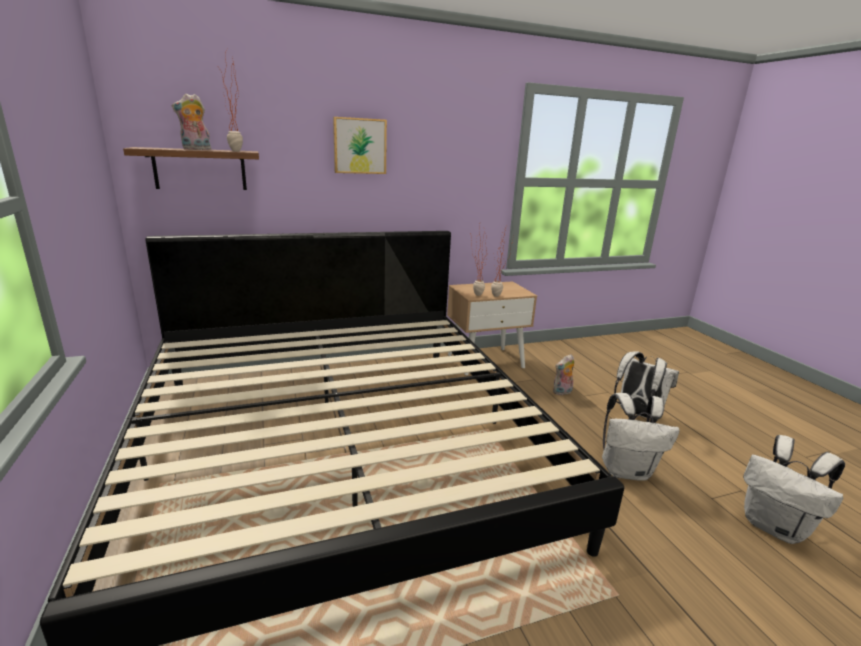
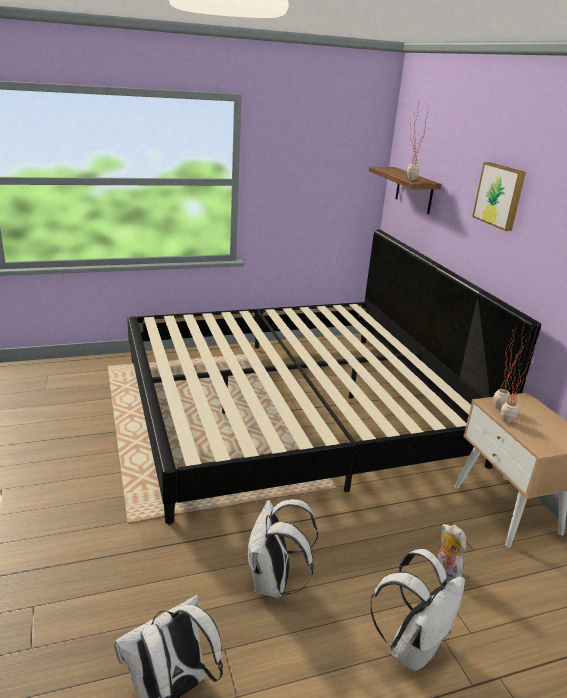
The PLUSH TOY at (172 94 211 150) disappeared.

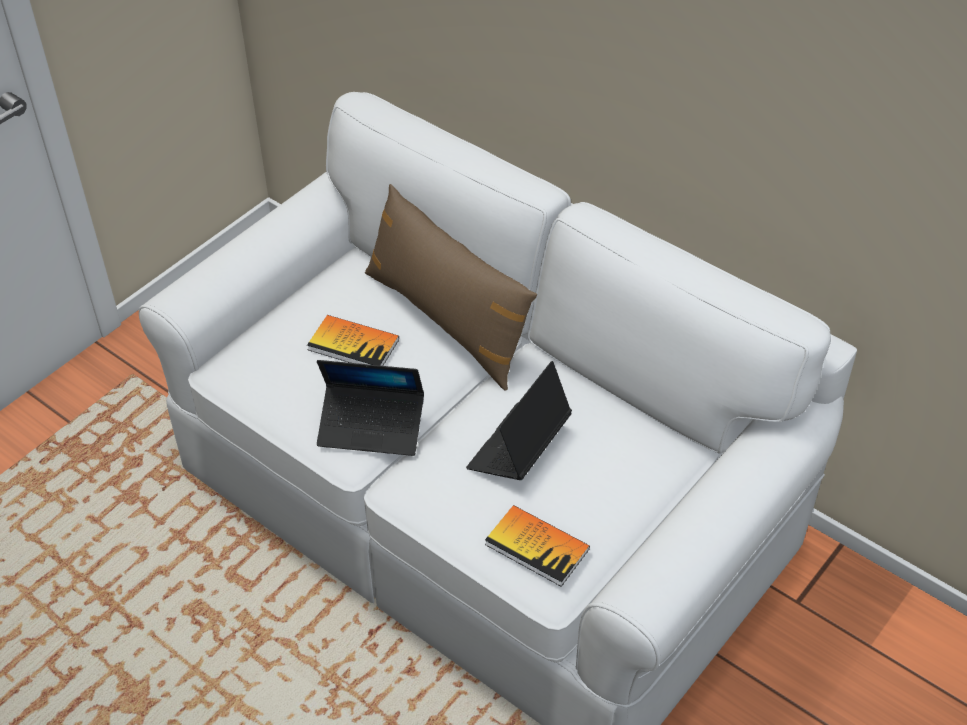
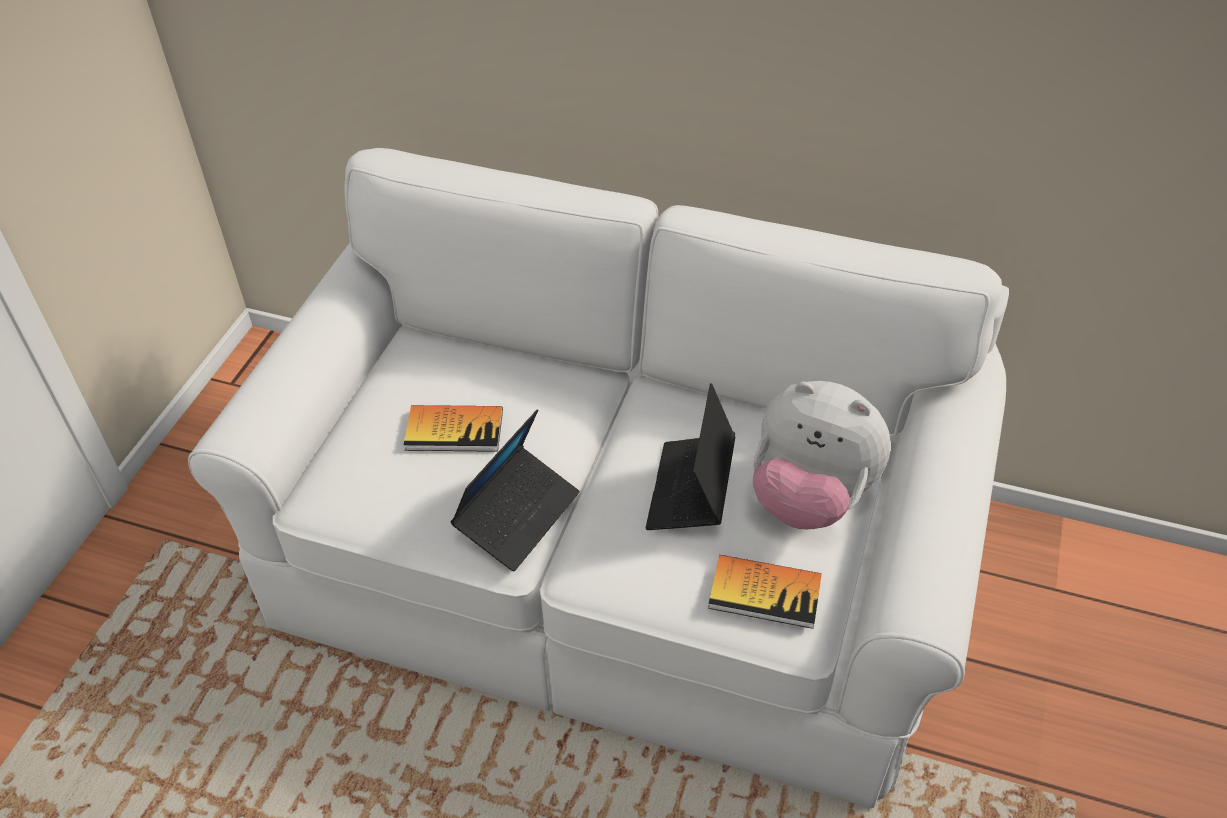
The LAPTOP at (317 360 424 456) turned 45 degrees counterclockwise.
The BROWN PILLOW at (365 184 537 391) disappeared.
The PLUSH TOY at (753 381 891 529) appeared.

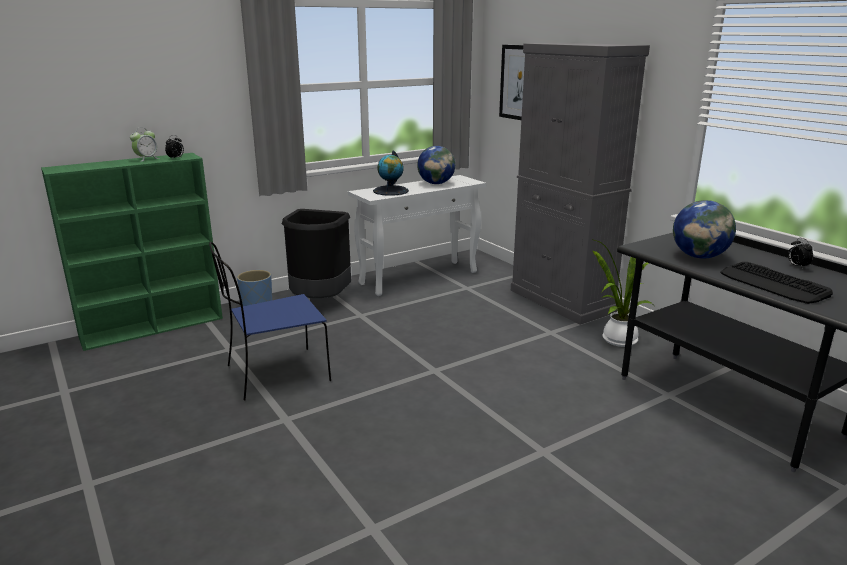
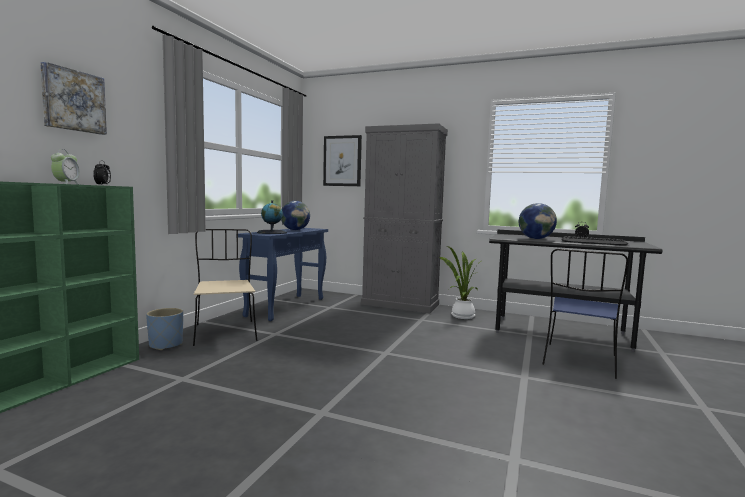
The BLUE CHAIR moved from (209 242 331 400) to (542 249 628 379).
The BLACK TRASH CAN at (282 209 351 298) was replaced by the BEIGE CHAIR at (193 229 257 346).
The WHITE CONSOLE TABLE at (348 175 486 296) became the BLUE CONSOLE TABLE at (236 228 328 321).
The PICTURE at (40 62 107 135) appeared.

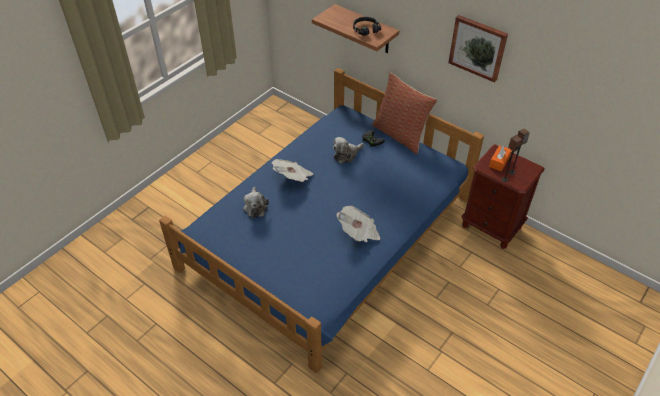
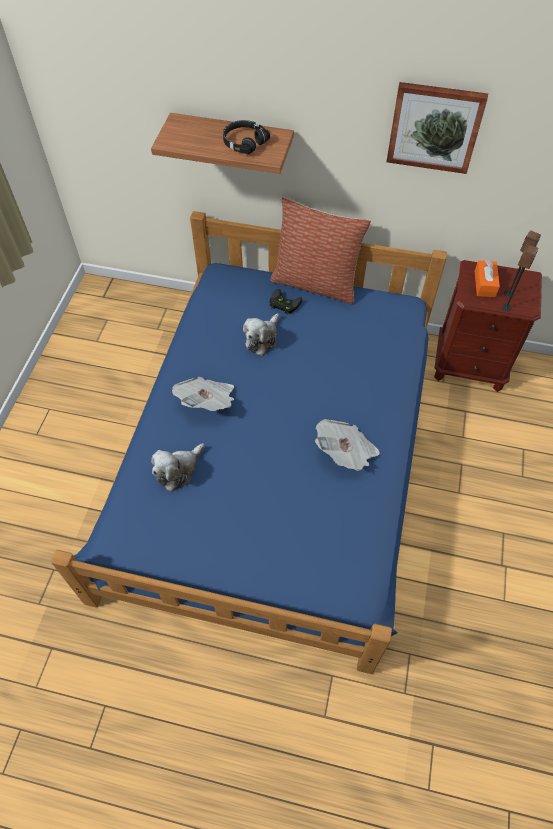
The PLUSH TOY at (243 187 269 218) turned 75 degrees clockwise.

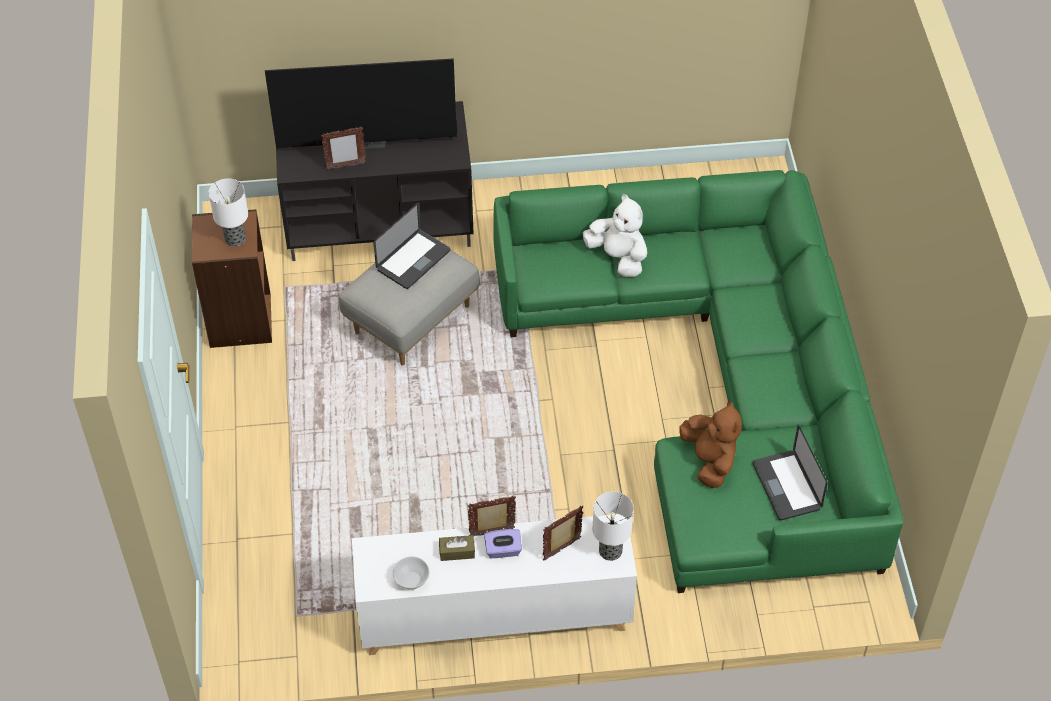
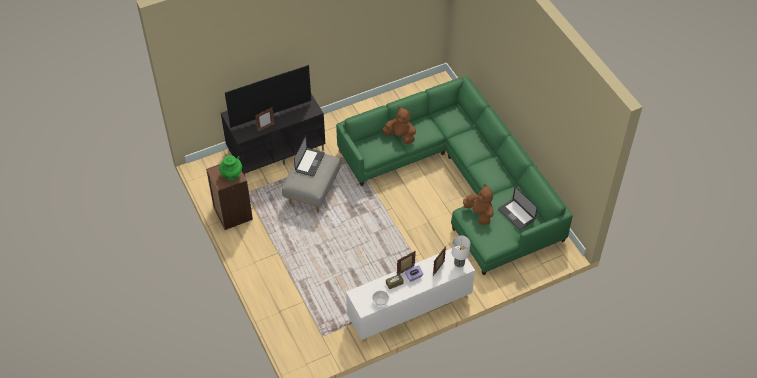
The TABLE LAMP at (209 178 248 247) was replaced by the GREEN VASE at (219 155 242 181).
The WHITE PLUSH TOY at (583 194 647 277) became the BROWN PLUSH TOY at (382 107 416 144).

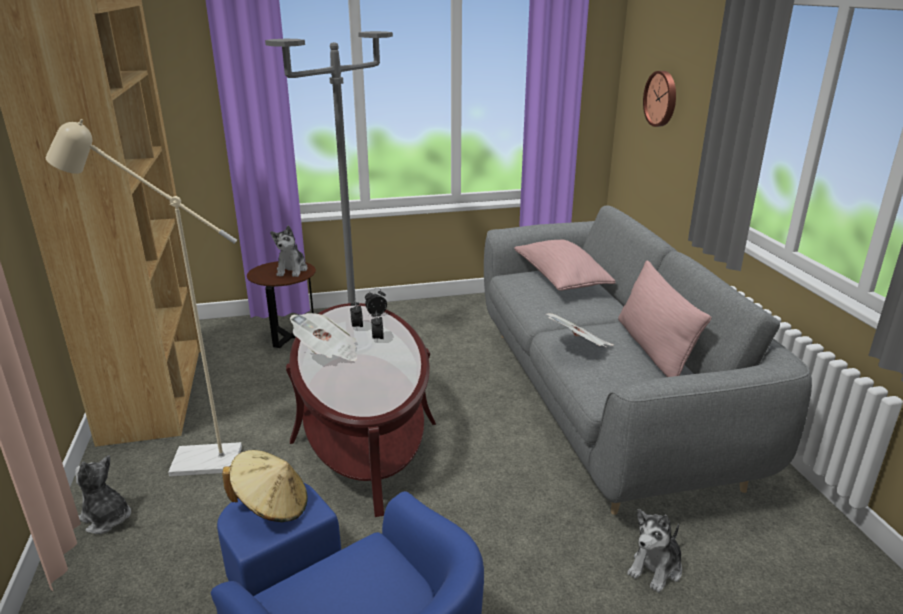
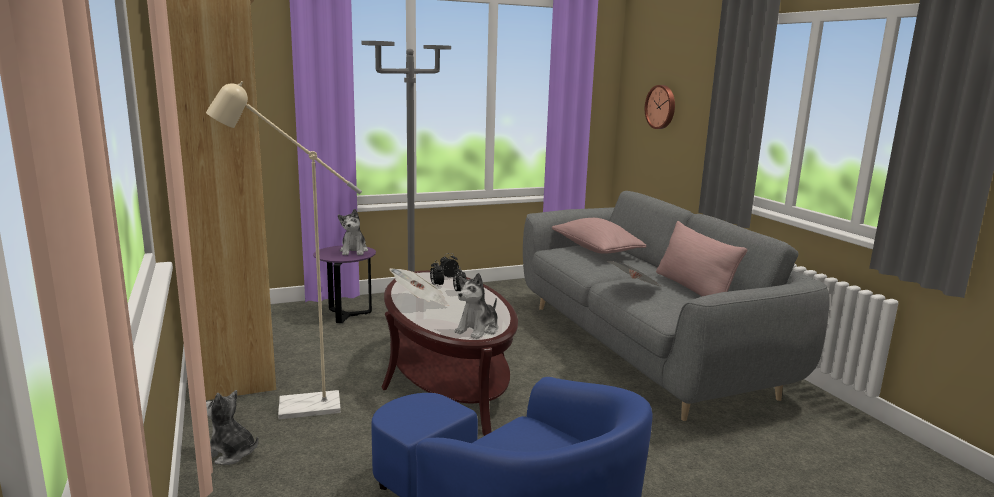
The BEIGE HAT at (222 450 308 522) disappeared.
The BROWN SIDE TABLE at (247 261 316 348) became the PURPLE SIDE TABLE at (313 245 376 323).
The PLUSH TOY moved from (627 509 682 593) to (454 273 498 339).

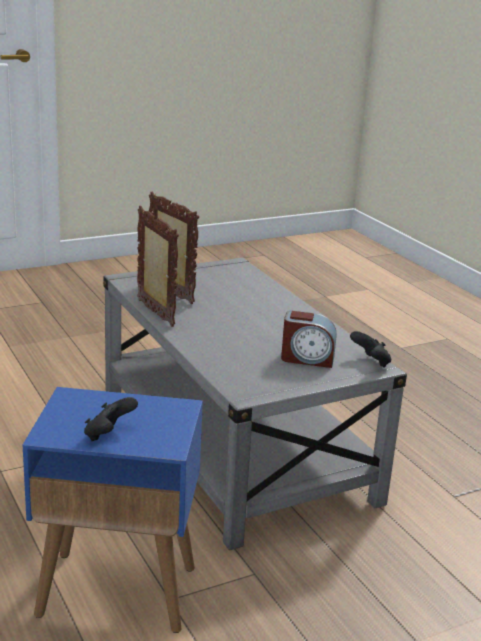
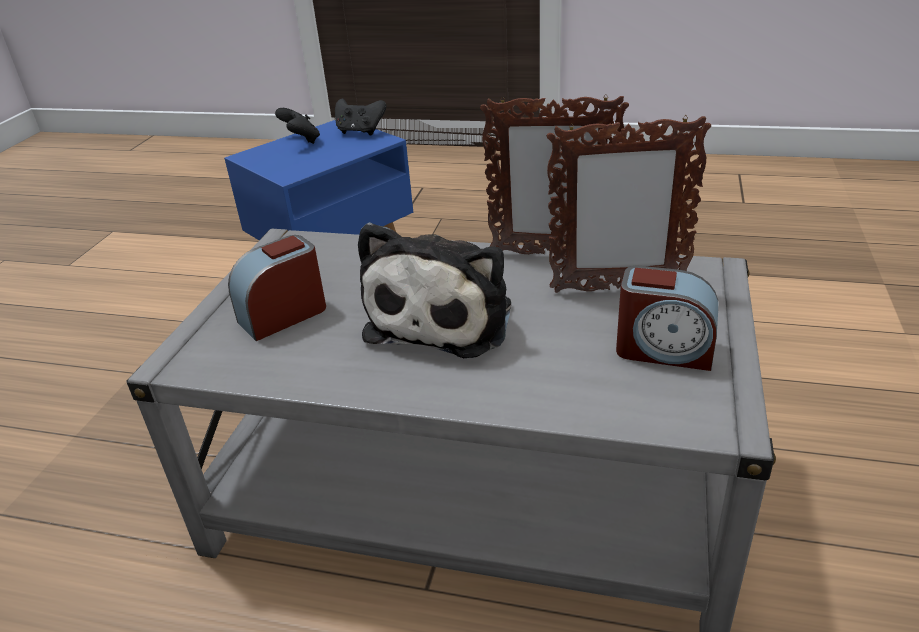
The BLACK GAME CONTROLLER moved from (350 331 392 368) to (335 98 386 136).
The PLUSH TOY at (358 222 511 358) appeared.
The ALARM CLOCK at (616 266 718 371) appeared.

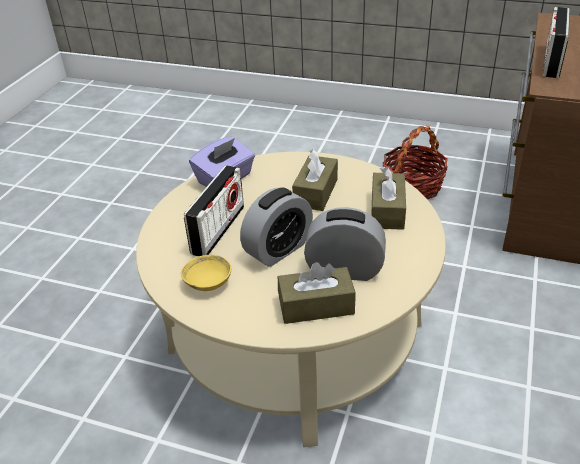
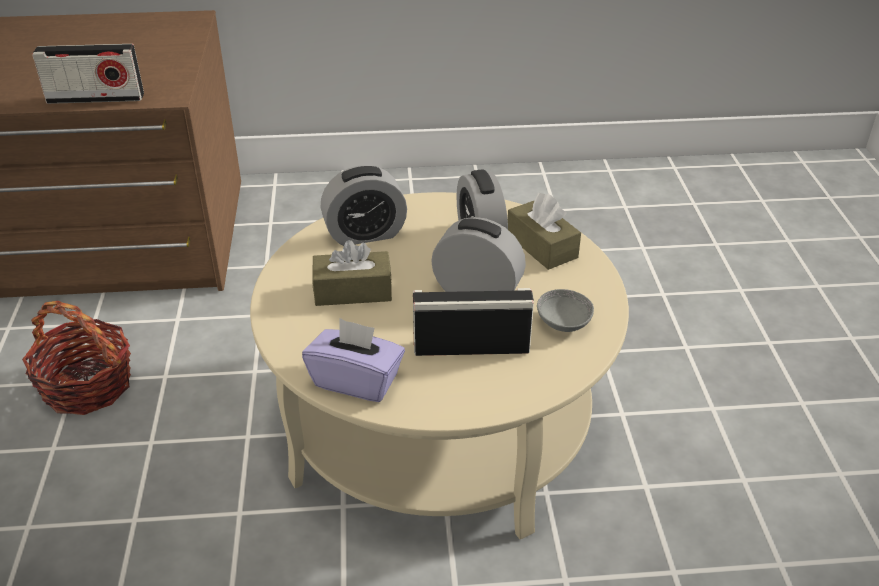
The YELLOW BOWL at (181 255 231 291) became the GREY BOWL at (537 289 594 332).
The BROWN TISSUE BOX at (371 167 406 230) was replaced by the ALARM CLOCK at (321 165 407 246).

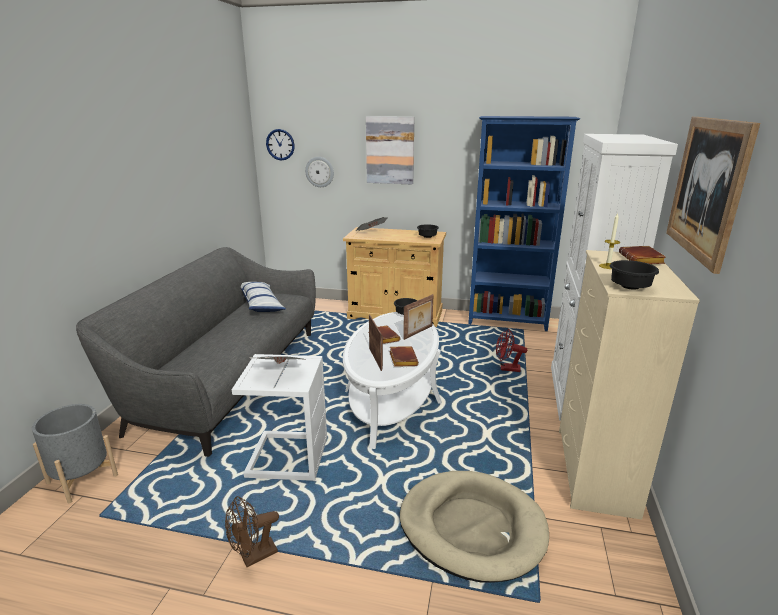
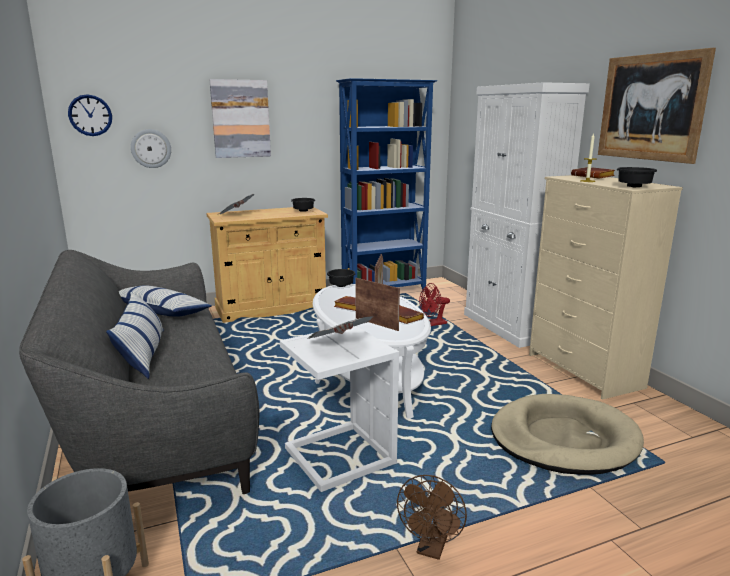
The PILLOW at (106 291 164 379) appeared.

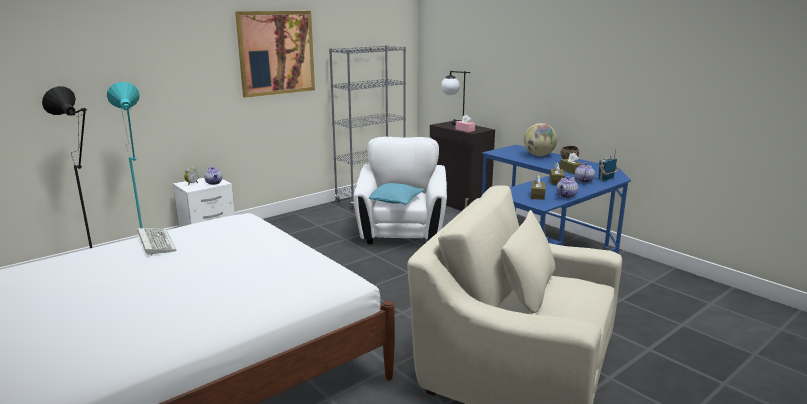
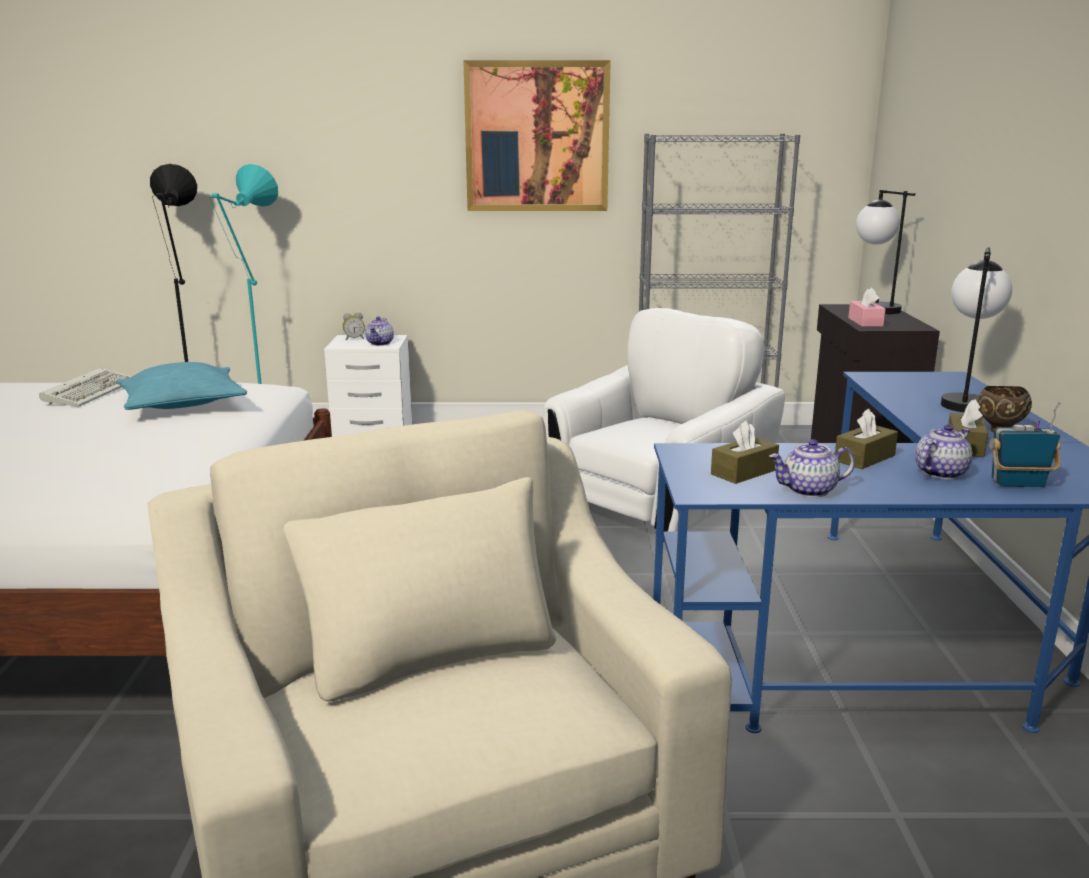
The TURQUOISE PILLOW moved from (369 183 425 204) to (116 362 247 410).
The GLOBE at (524 123 557 156) was replaced by the TABLE LAMP at (941 247 1012 412).

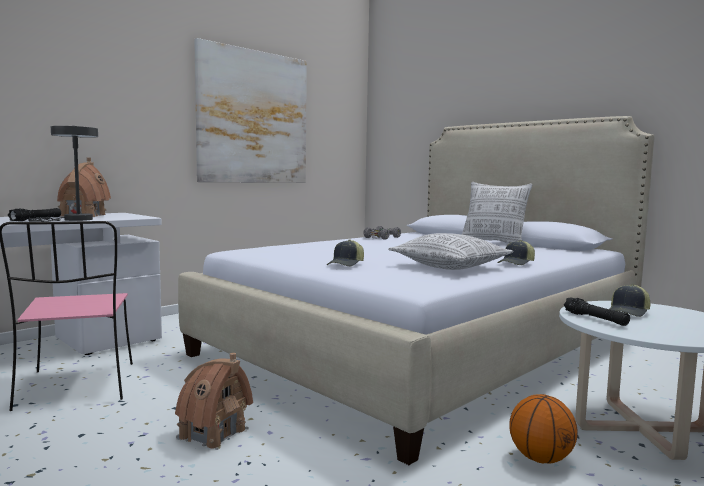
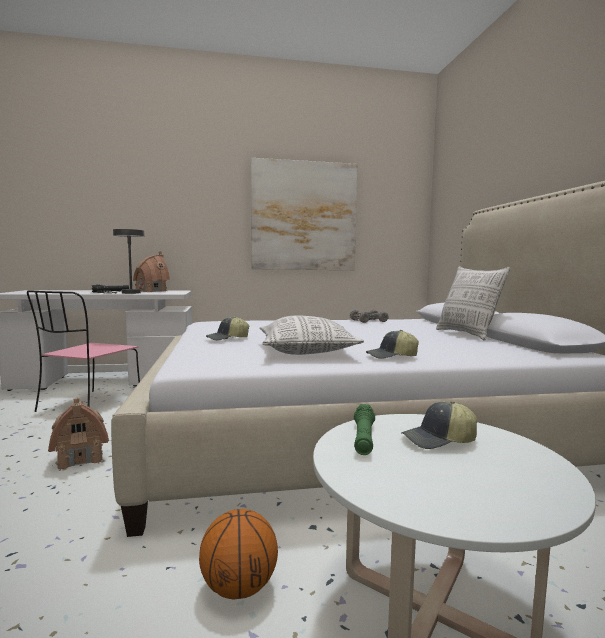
The BLACK FLASHLIGHT at (564 297 630 326) became the GREEN FLASHLIGHT at (354 404 375 455).

